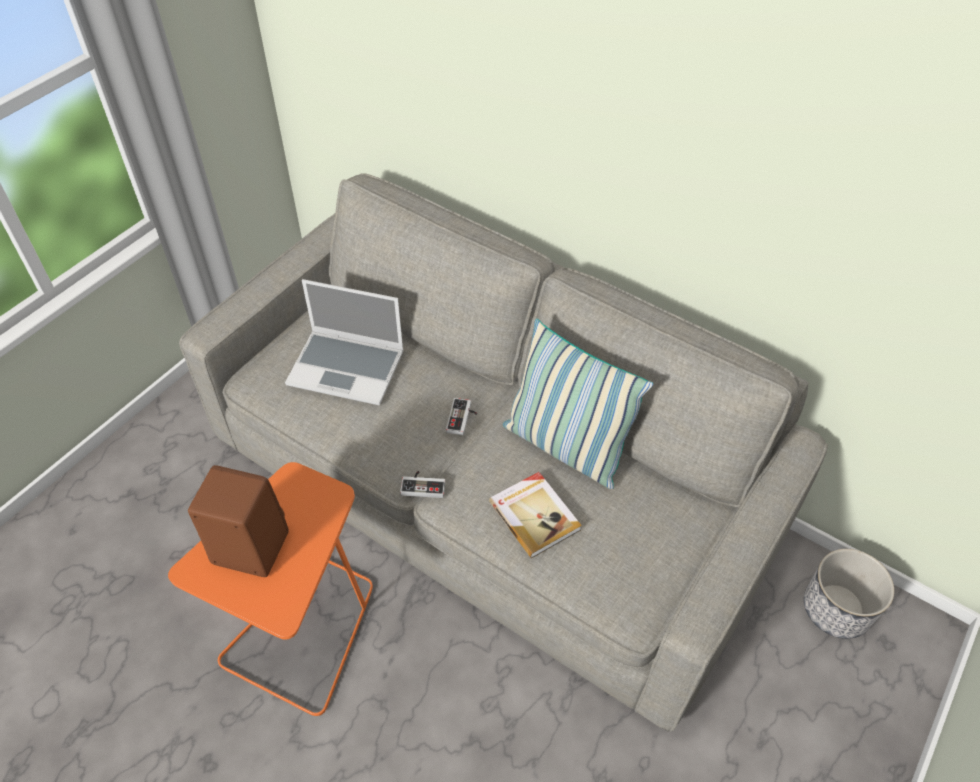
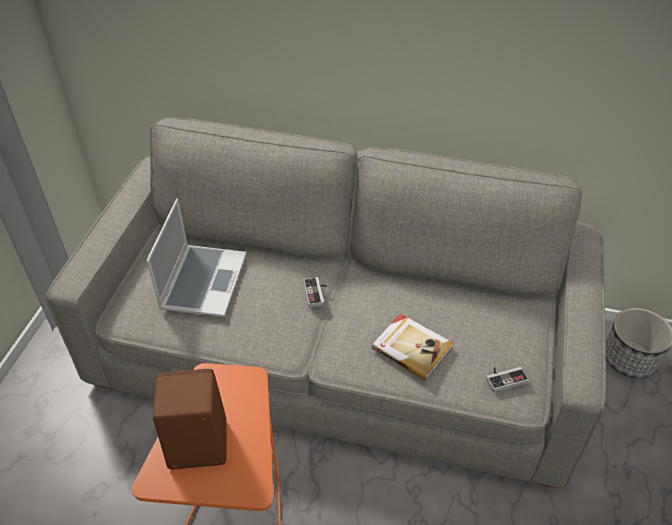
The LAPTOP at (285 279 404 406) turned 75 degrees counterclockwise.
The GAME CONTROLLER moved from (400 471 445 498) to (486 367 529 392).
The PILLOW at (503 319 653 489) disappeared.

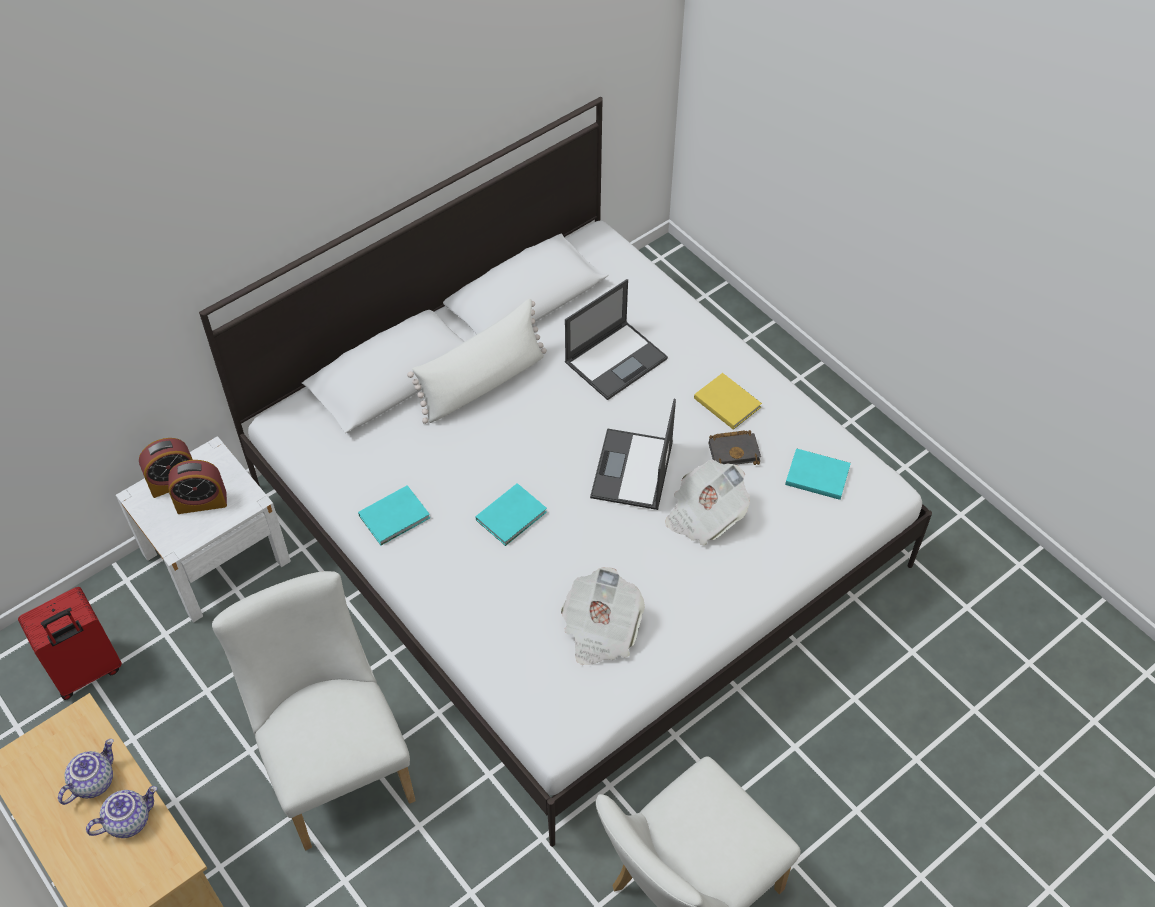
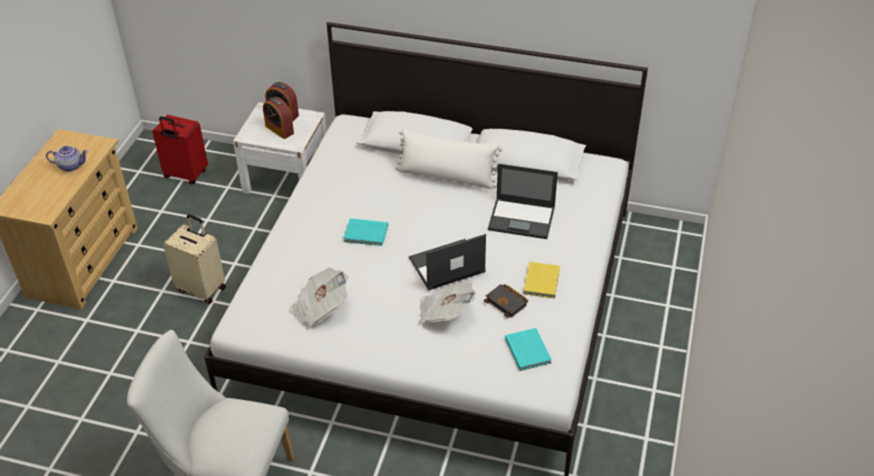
The TEAPOT at (86 786 157 838) disappeared.
The WHITE CHAIR at (212 571 416 850) was replaced by the BEIGE SUITCASE at (163 214 226 304).
The TURQUOISE BOOK at (358 485 430 546) disappeared.

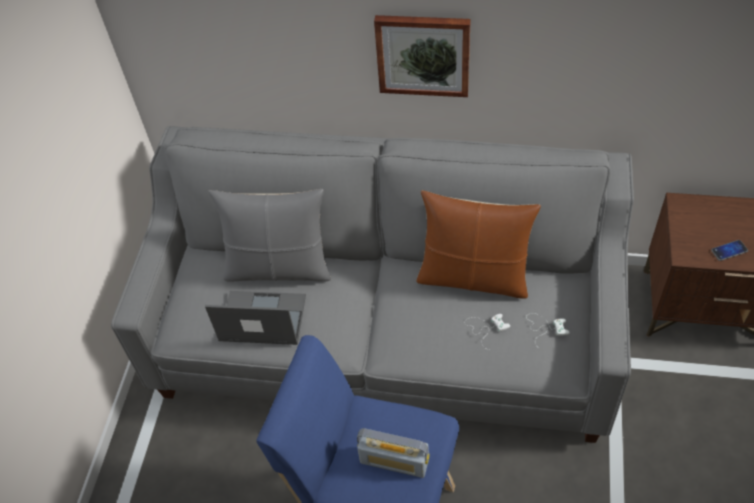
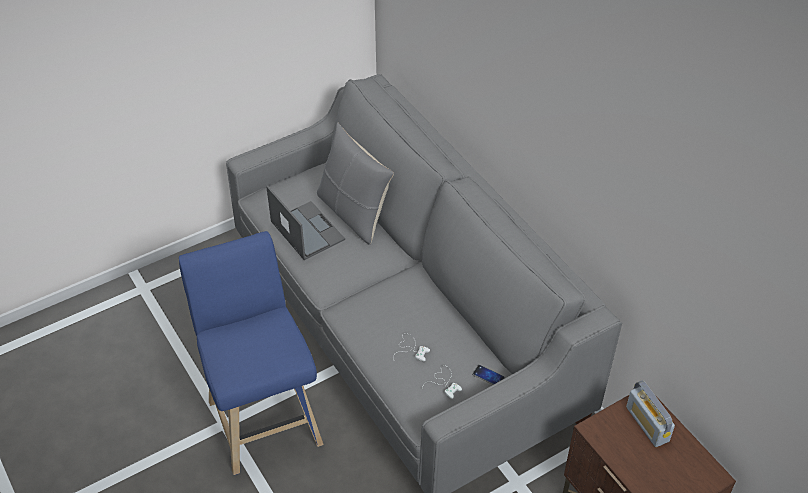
The RADIO moved from (357 429 430 478) to (626 380 675 447).
The PICTURE at (374 15 471 97) disappeared.
The BROWN PILLOW at (416 190 541 299) disappeared.
The PHONE moved from (711 240 748 261) to (472 365 505 385).

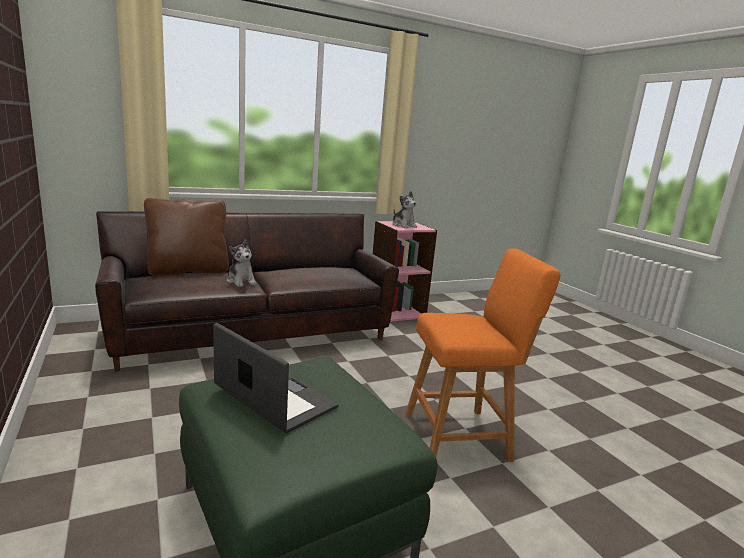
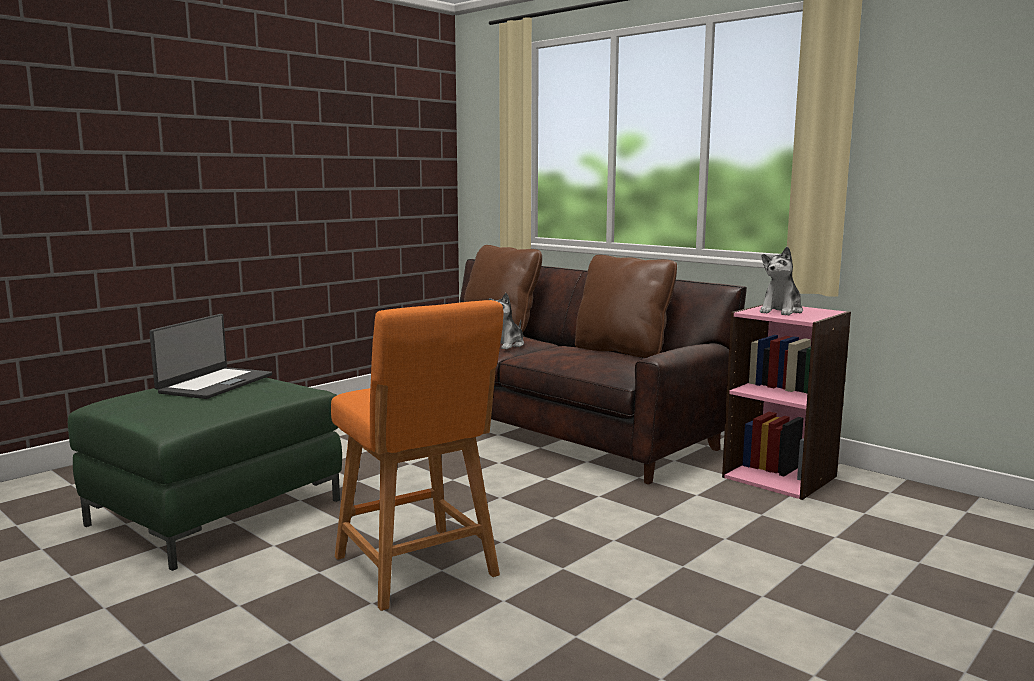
The BROWN PILLOW at (575 255 677 358) appeared.

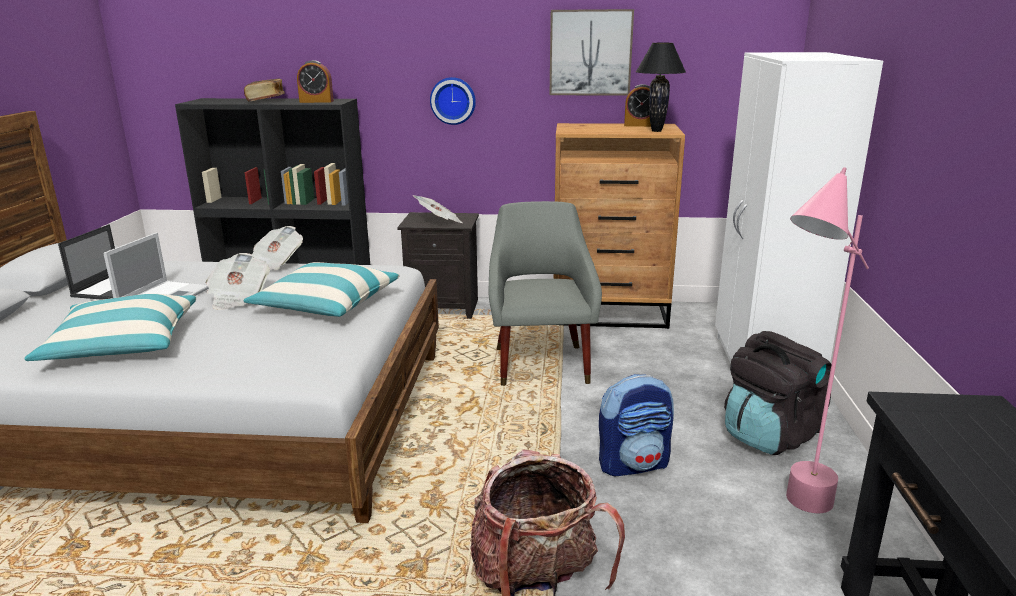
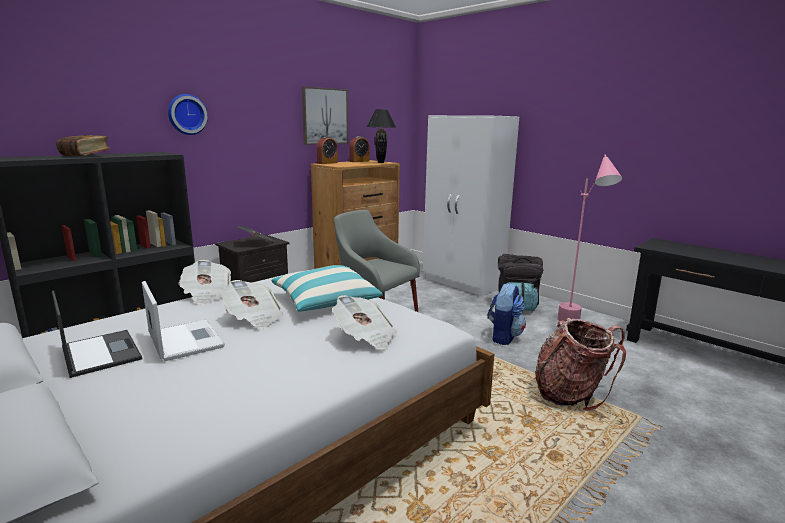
The PILLOW at (25 294 196 361) disappeared.
The ALARM CLOCK moved from (297 60 334 103) to (316 136 338 164).
The WALL CLOCK moved from (430 77 476 125) to (168 94 208 135).
The NEWSPAPER at (332 295 397 350) appeared.

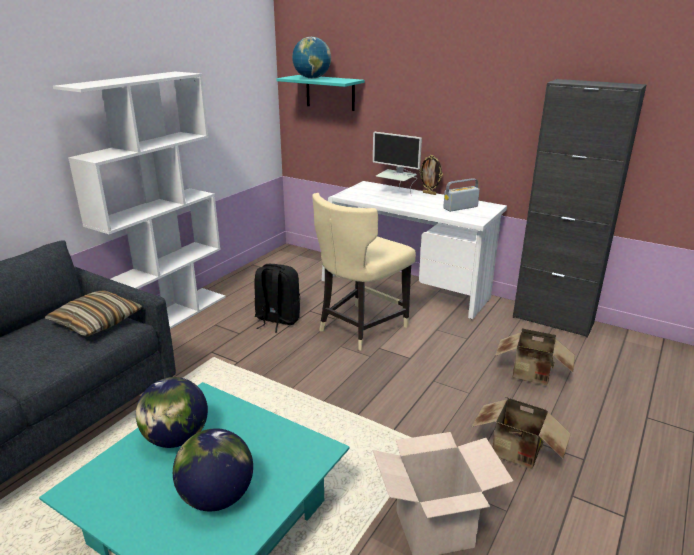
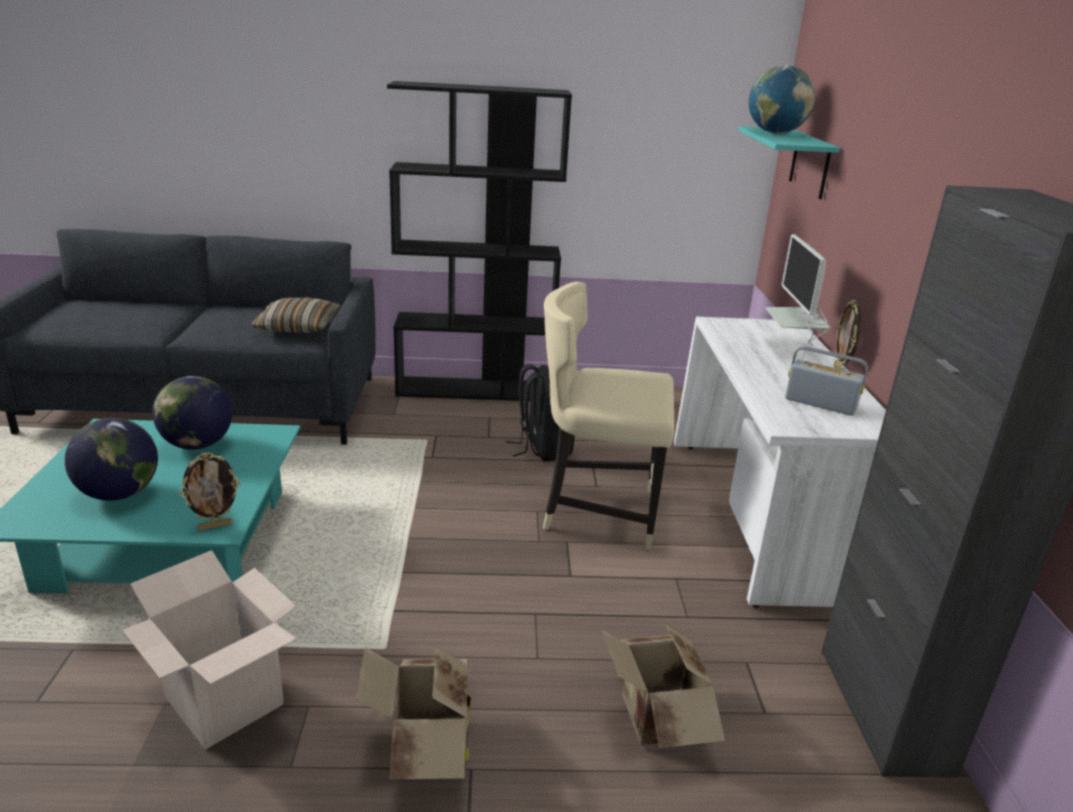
The WHITE BOOKCASE at (53 72 226 329) became the BLACK BOOKCASE at (387 81 572 401).
The PICTURE FRAME at (179 452 241 531) appeared.

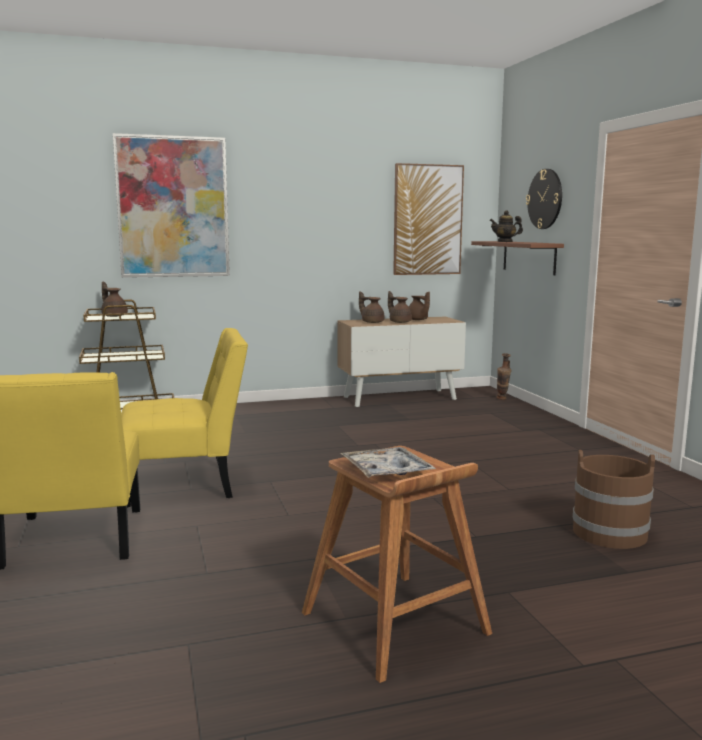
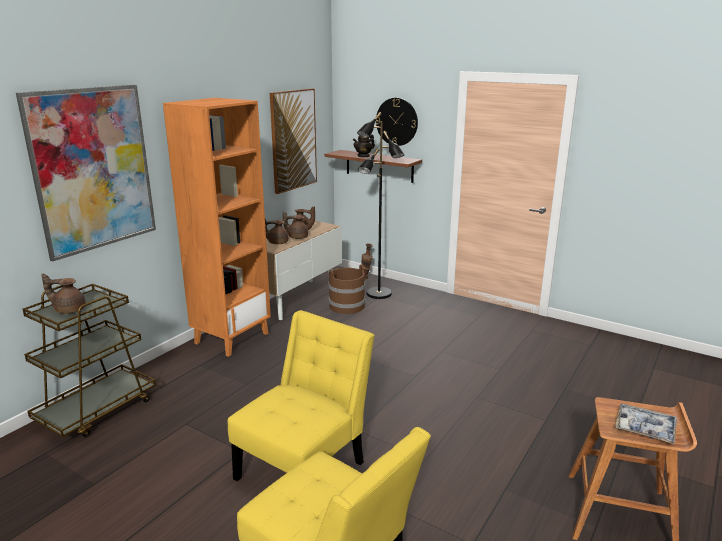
The BROWN BUCKET moved from (573 450 655 549) to (328 264 365 314).
The ORANGE BOOKCASE at (163 98 271 357) appeared.
The BLACK FLOOR LAMP at (357 112 404 299) appeared.

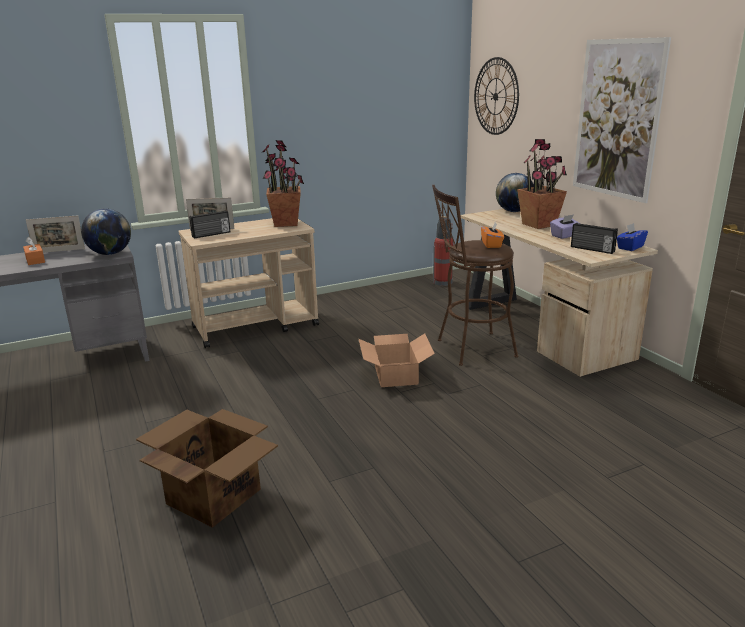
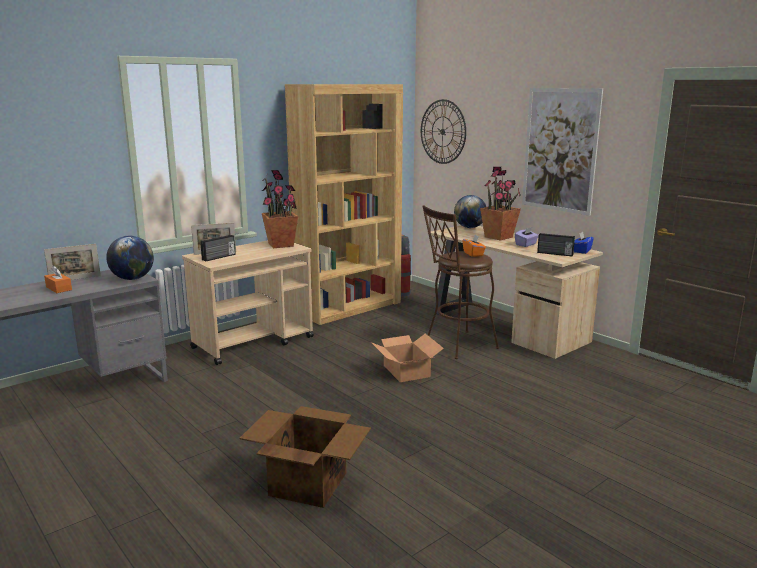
The BROWN BOOKCASE at (285 84 403 325) appeared.

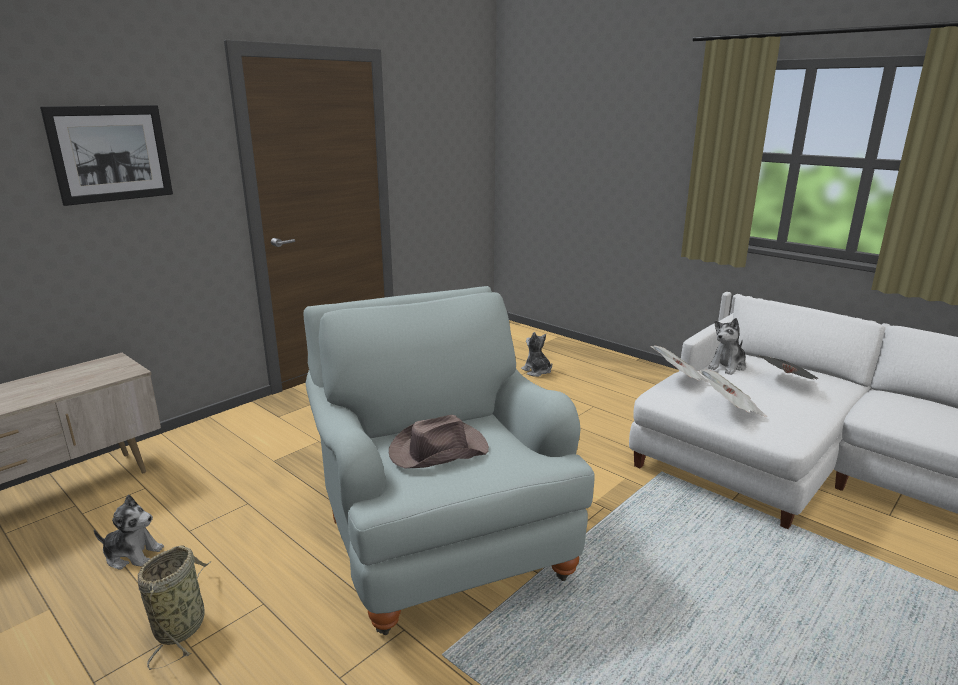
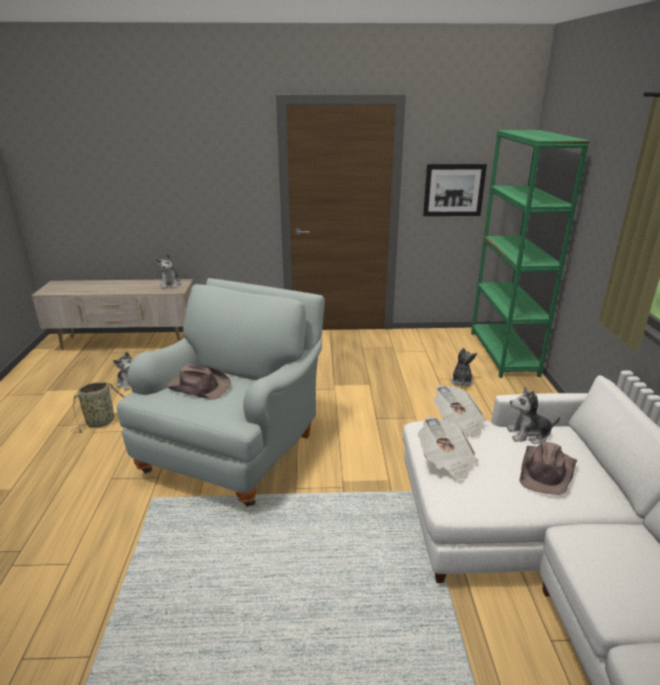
The PICTURE moved from (40 105 173 206) to (423 164 487 216).
The NEWSPAPER at (760 356 818 379) was replaced by the BROWN HAT at (519 442 578 495).
The PLUSH TOY at (155 254 181 289) appeared.
The GREEN BOOKCASE at (471 130 590 378) appeared.

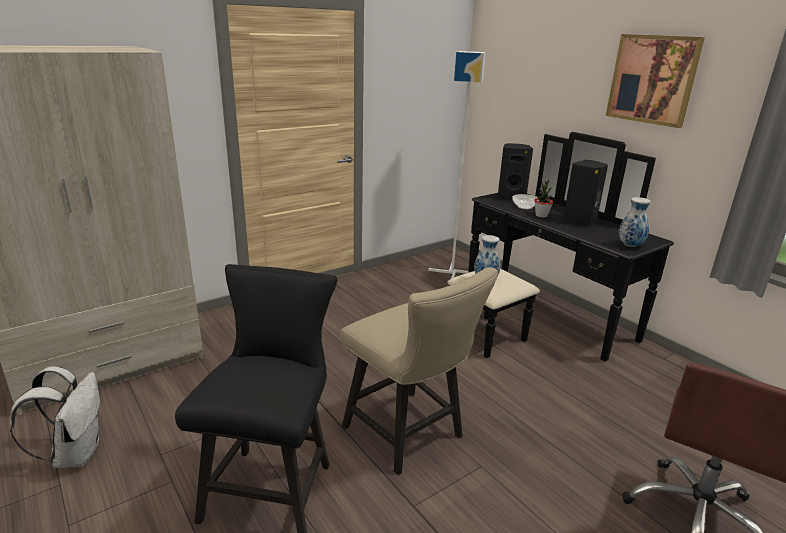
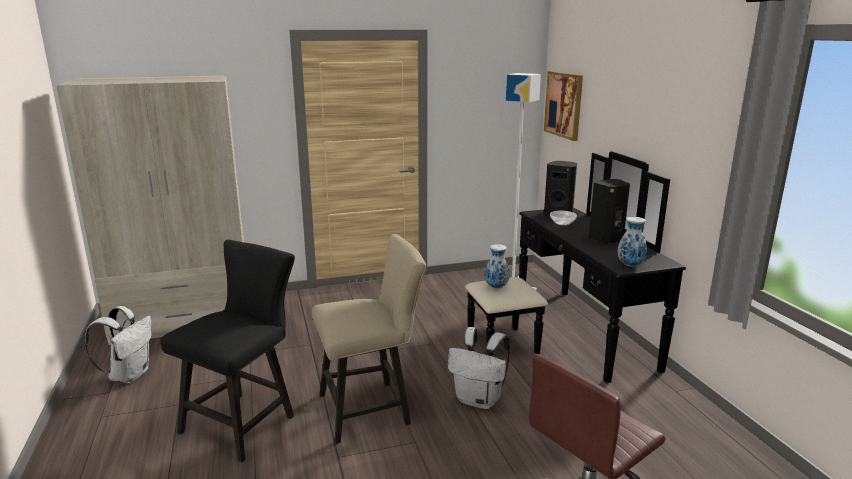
The BEIGE CHAIR at (340 267 498 475) turned 90 degrees counterclockwise.
The POTTED PLANT at (534 180 553 218) disappeared.
The PICTURE moved from (606 34 705 128) to (544 71 583 141).
The WHITE BACKPACK at (448 327 511 409) appeared.

